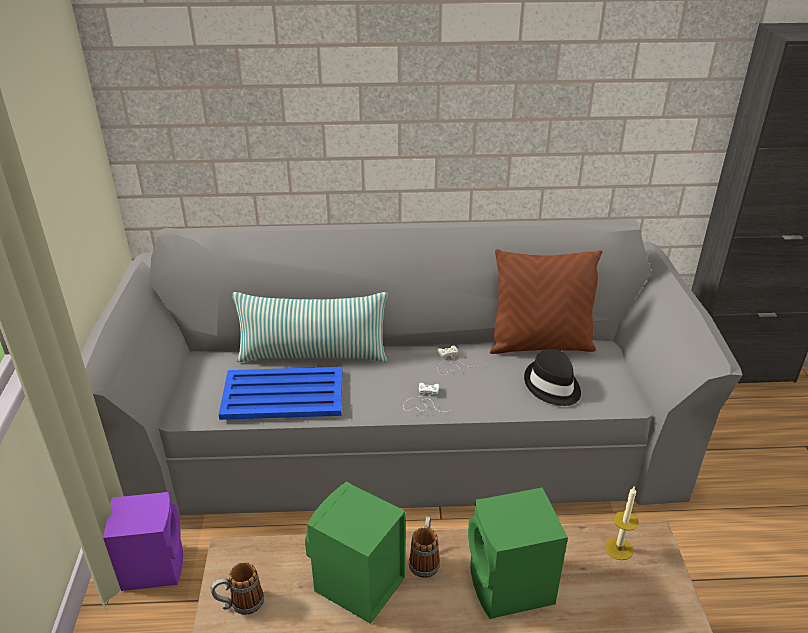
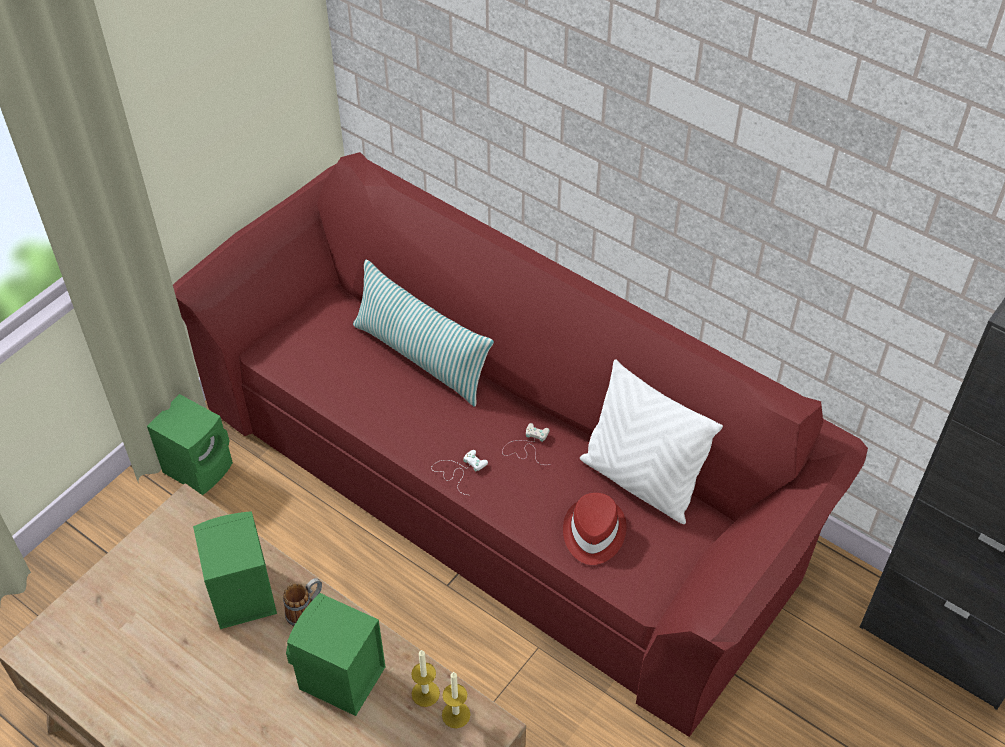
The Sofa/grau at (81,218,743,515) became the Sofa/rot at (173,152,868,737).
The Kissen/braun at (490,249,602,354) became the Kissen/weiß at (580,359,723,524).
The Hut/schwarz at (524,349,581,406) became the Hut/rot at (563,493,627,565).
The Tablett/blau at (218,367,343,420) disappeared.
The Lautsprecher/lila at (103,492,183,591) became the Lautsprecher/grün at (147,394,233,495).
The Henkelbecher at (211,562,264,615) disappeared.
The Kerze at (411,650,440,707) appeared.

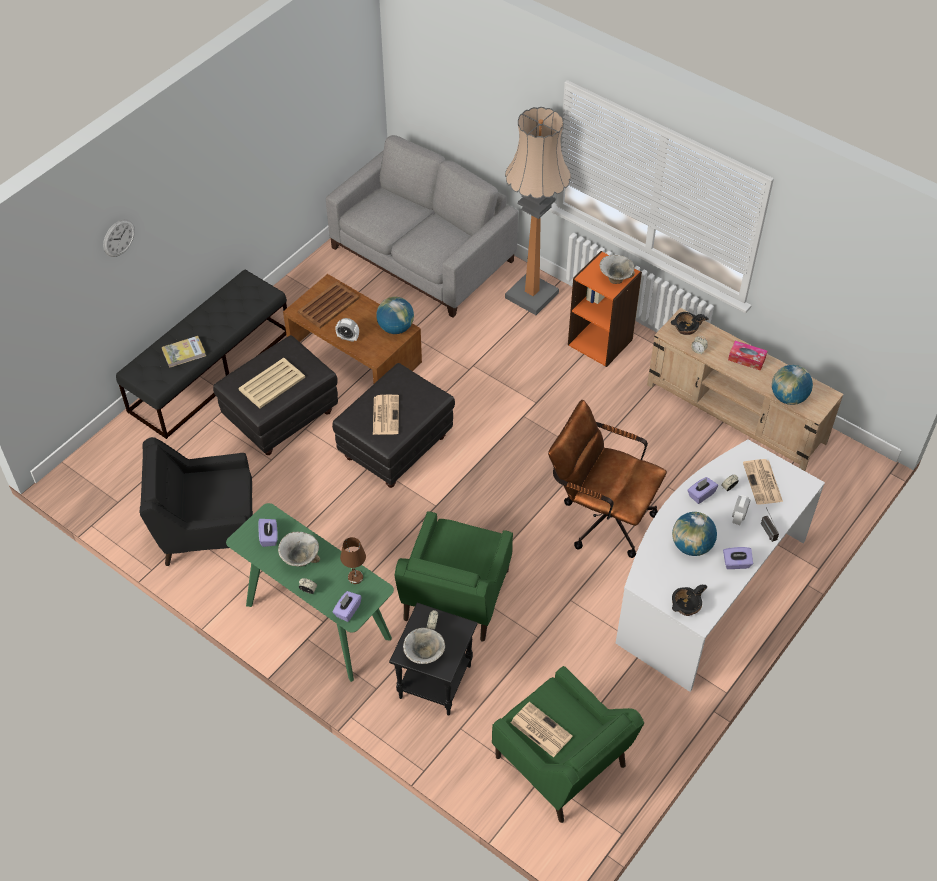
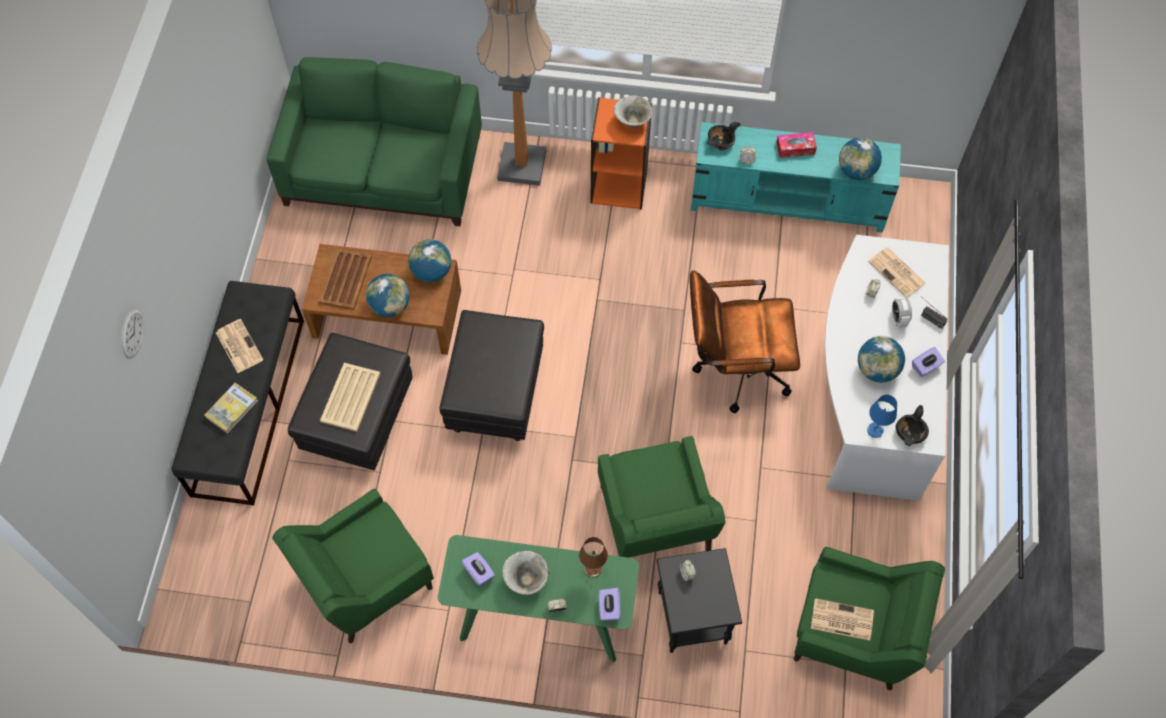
The Sofa/grau at (326,135,518,318) became the Sofa/grün at (267,57,482,226).
The Fernsehschrank/beige at (647,308,843,471) became the Fernsehschrank/türkis at (691,122,901,233).
The Wecker at (335,318,359,342) was replaced by the Globus at (366,274,410,317).
The Zeitung moved from (373,395,399,435) to (216,319,263,373).
The Sessel/schwarz at (140,437,253,566) became the Sessel/grün at (272,489,434,643).
The Taschentuchbox/lila at (687,477,718,504) disappeared.
The Schüssel at (403,628,445,664) disappeared.
The Tischlampe/blau at (867,395,897,438) appeared.

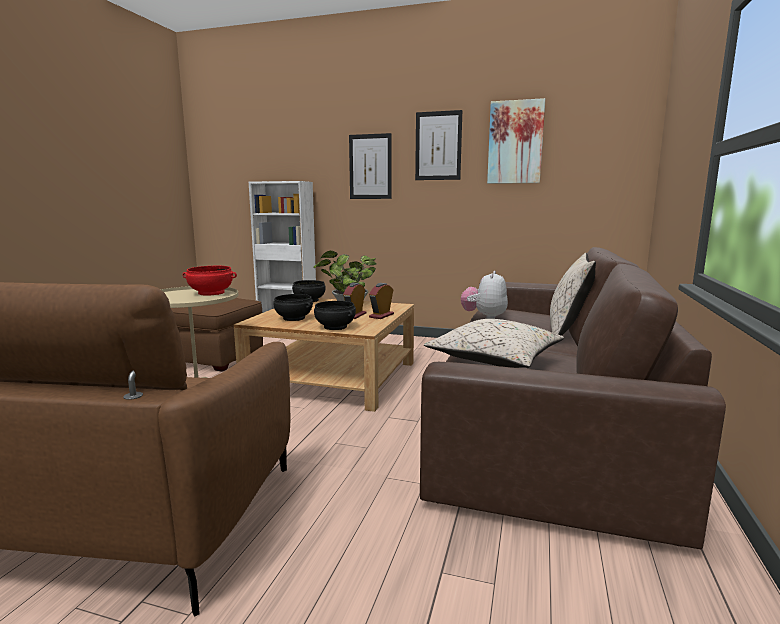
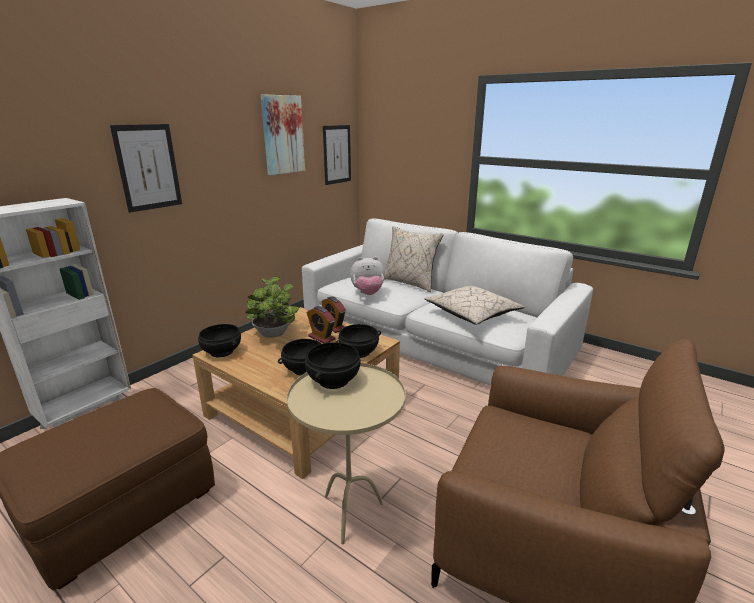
The Bild moved from (415,110,462,180) to (323,125,351,185).
The Sofa/braun at (420,247,726,549) became the Sofa/weiß at (302,219,593,386).
The Schüssel/rot at (182,266,237,295) became the Schüssel/schwarz at (305,342,360,389).
The Plüschtier at (461,271,508,319) turned 45 degrees counterclockwise.

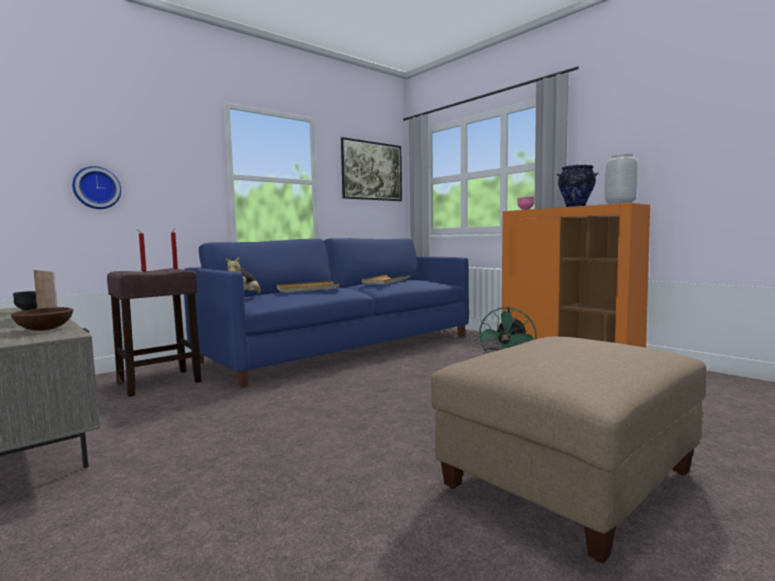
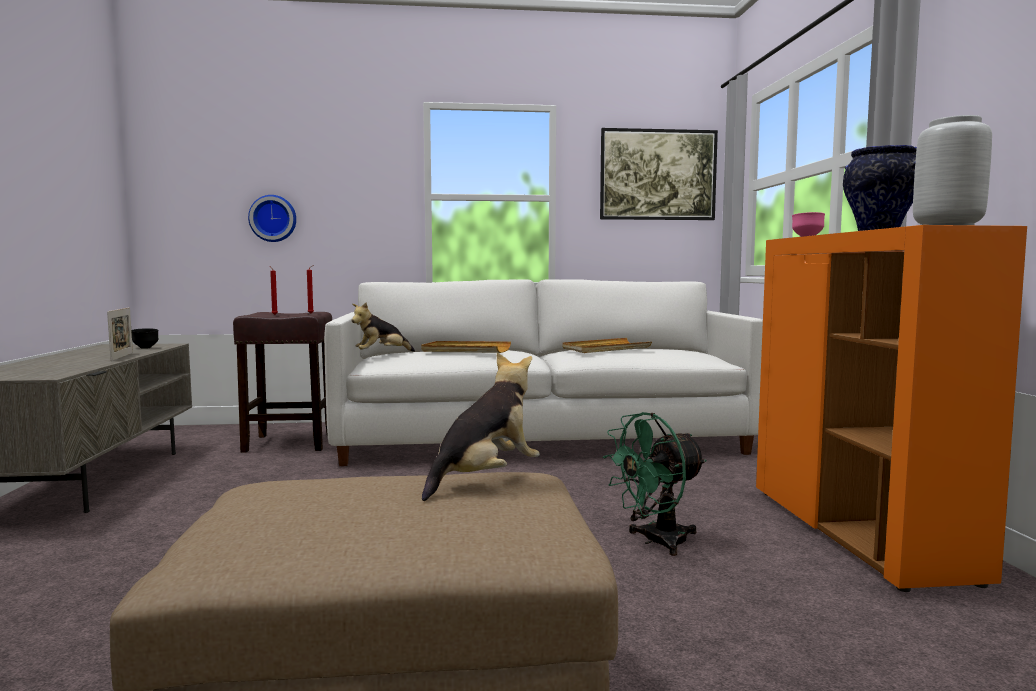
The Sofa/blau at (184,238,469,387) became the Sofa/weiß at (324,279,763,466).
The Schüssel/braun at (11,307,73,331) disappeared.
The Plüschtier at (422,352,540,501) appeared.

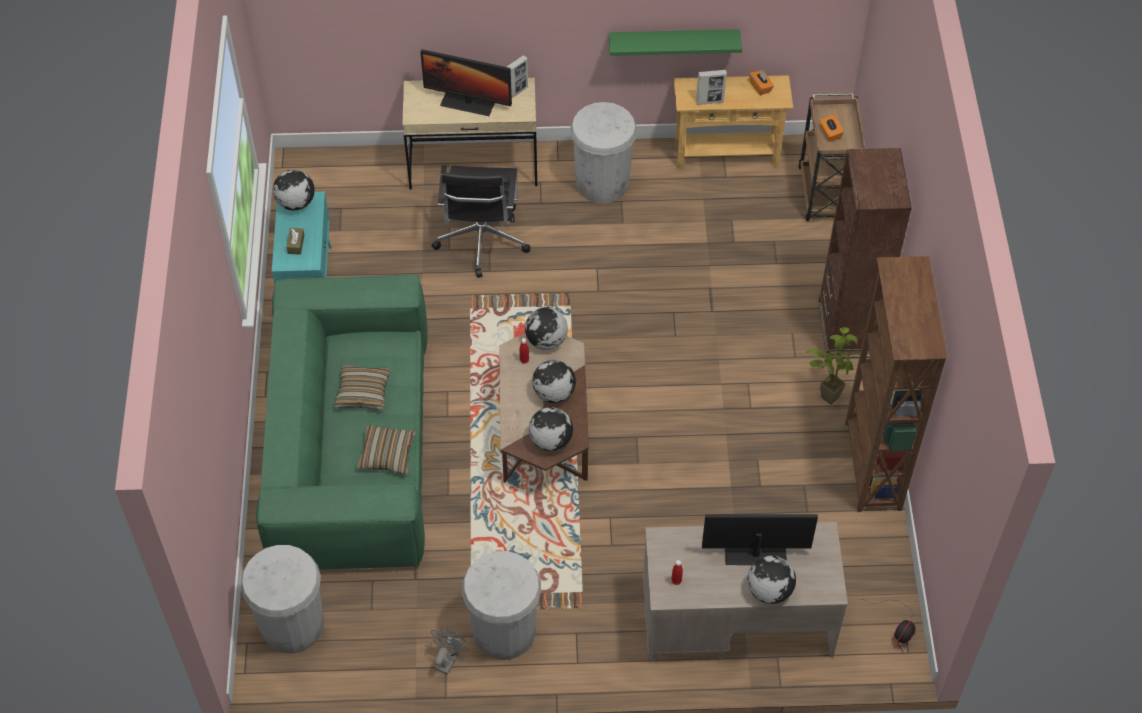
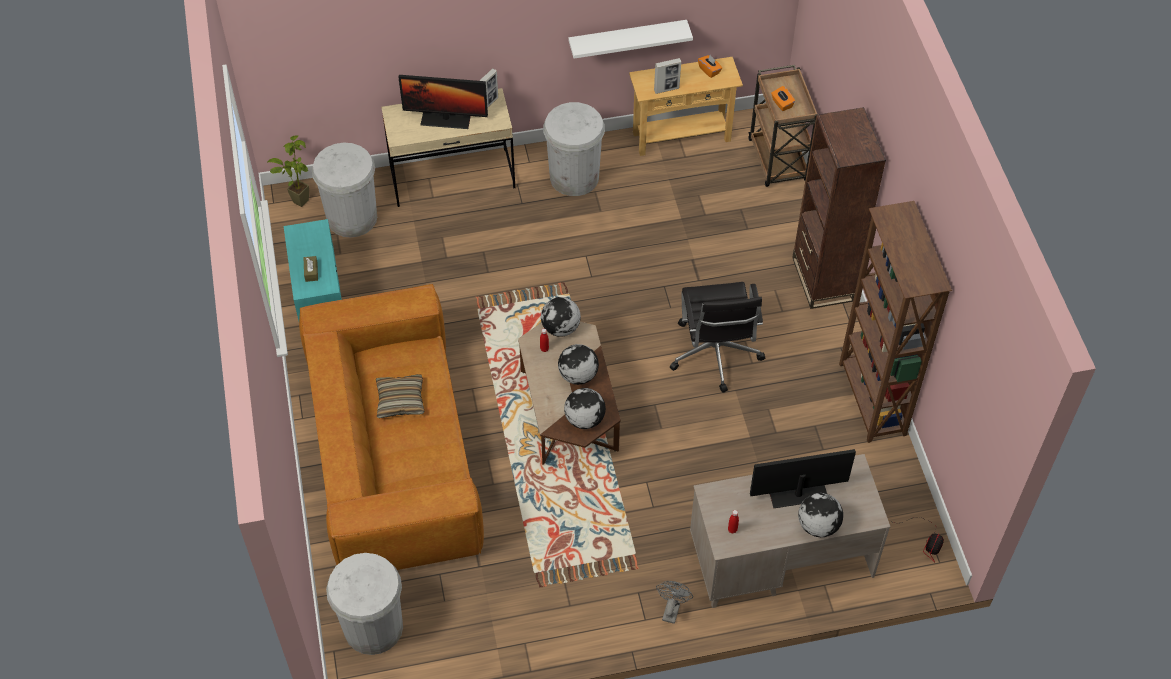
The Wandregal/grün at (609,29,742,56) became the Wandregal/weiß at (568,20,693,59).
The Bürostuhl/schwarz moved from (432,165,530,278) to (670,282,765,392).
The Globus at (273,169,315,210) disappeared.
The Sofa/grün at (256,275,428,570) became the Sofa/braun at (299,284,484,570).
The Topfpflanze moved from (806,327,858,405) to (267,135,309,207).
The Kissen at (356,425,416,474) disappeared.
The Mülleimer/weiß moved from (462,551,541,660) to (312,142,377,238).
The Ventilator/grau moved from (431,628,468,674) to (656,581,693,624).

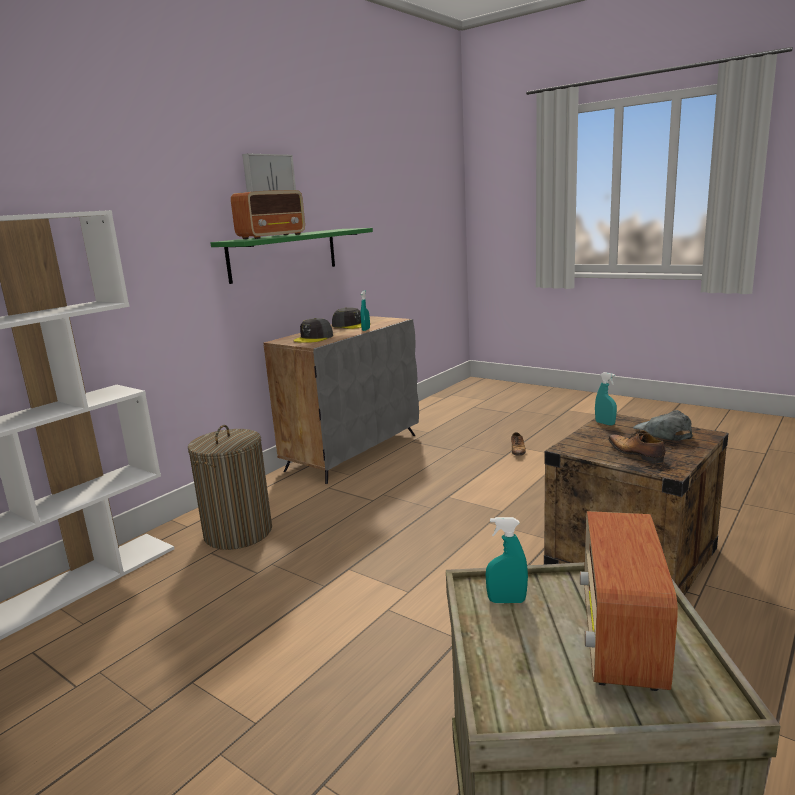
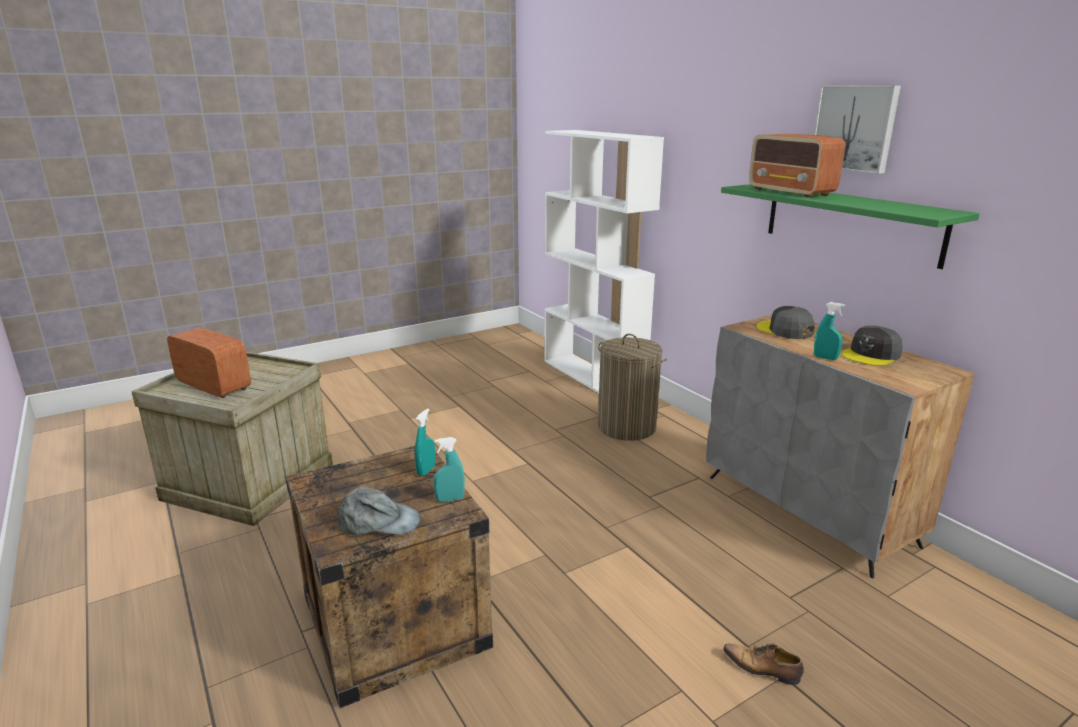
The Schuh at (608,430,665,463) disappeared.
The Sprühflasche/türkis moved from (485,517,528,603) to (415,409,436,476).

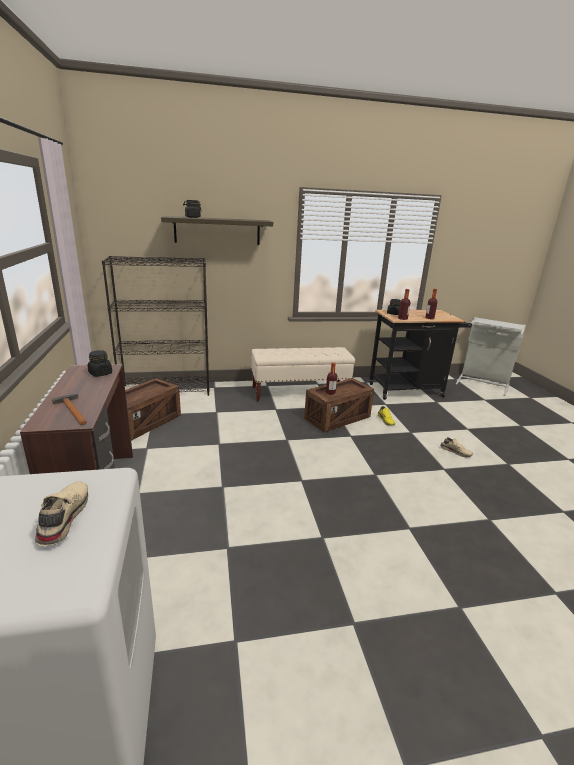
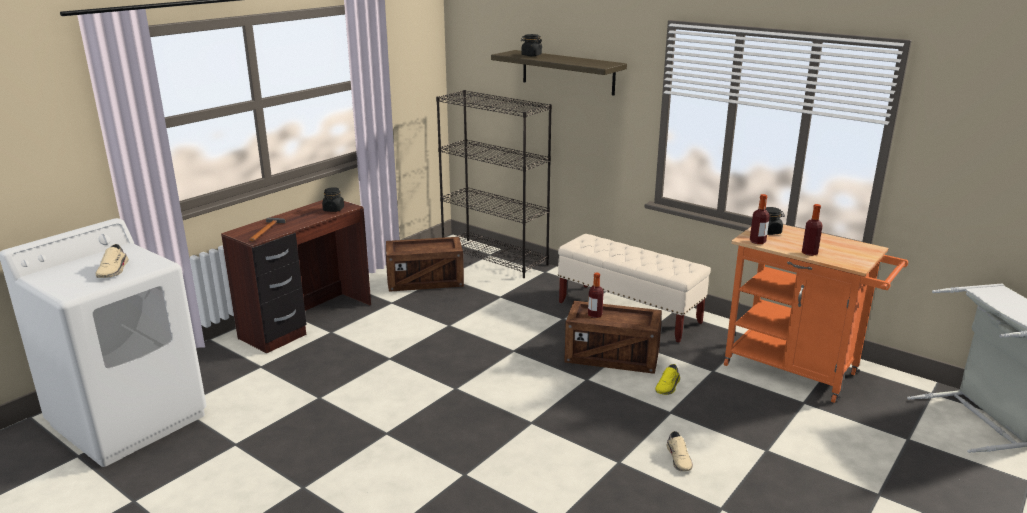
The Rollwagen/schwarz at (369,310,472,400) became the Rollwagen/orange at (724,224,908,403).
The Schuh/beige at (35,482,88,546) turned 135 degrees clockwise.

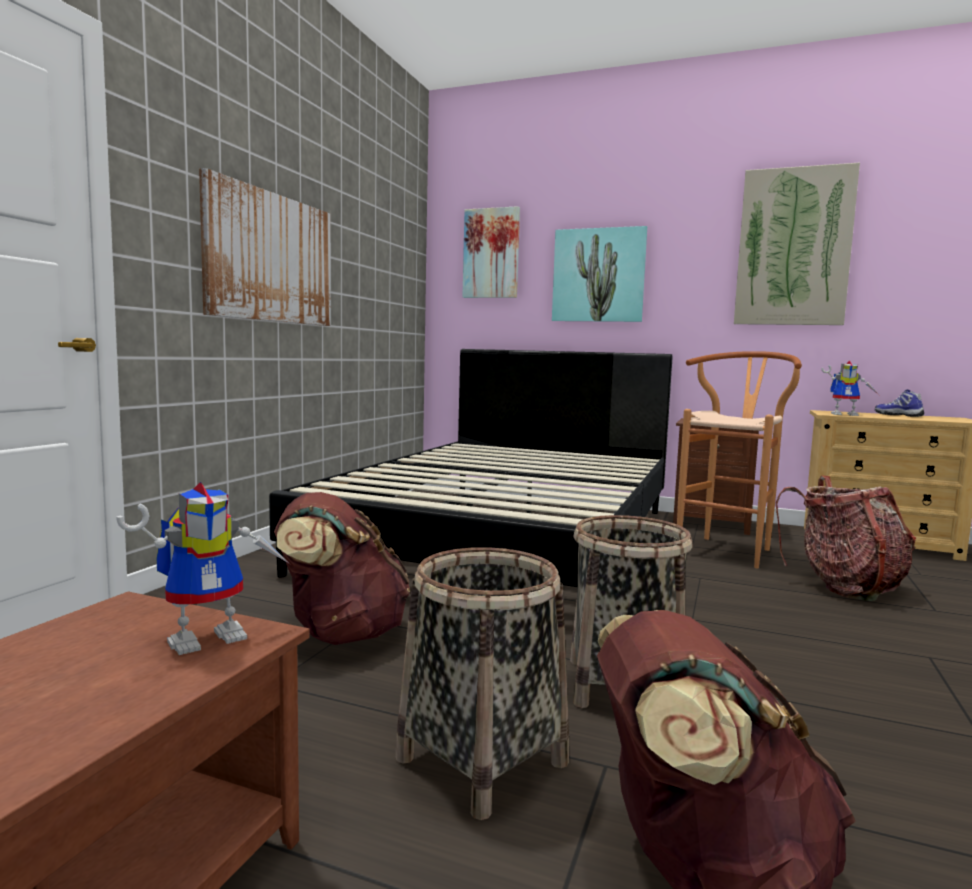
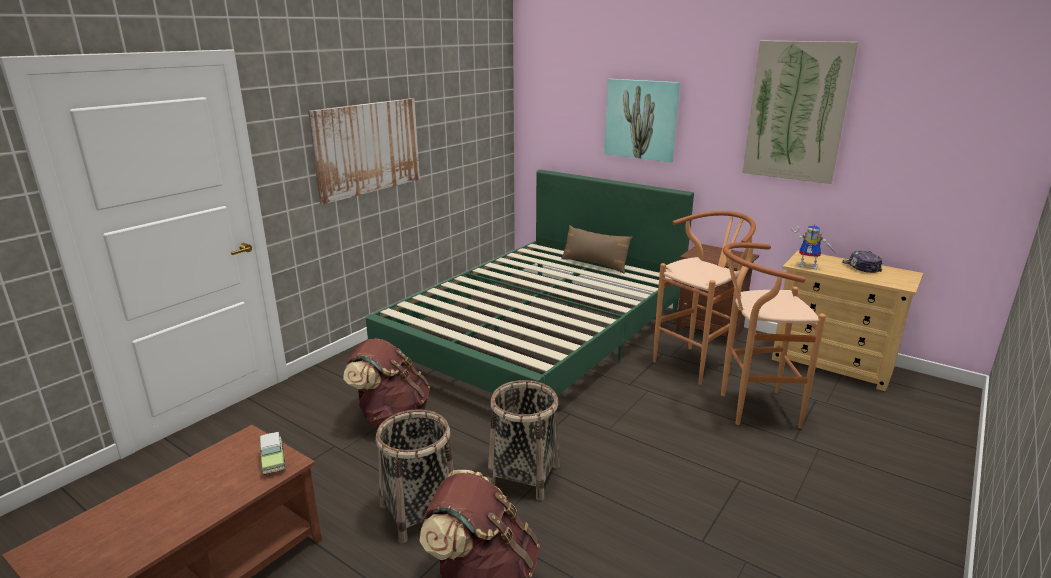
The Bild at (462,206,520,298) disappeared.
The Bett/schwarz at (269,349,673,587) became the Bett/grün at (366,169,694,396).
The Schuh at (875,389,924,417) was replaced by the Kappe at (842,251,883,273).
The Rucksack at (776,475,916,601) was replaced by the Hocker/braun at (721,242,826,429).
The Spielzeugroboter at (116,482,290,655) was replaced by the Spielzeugauto at (258,432,286,475).
The Kissen/braun at (561,225,632,274) appeared.

